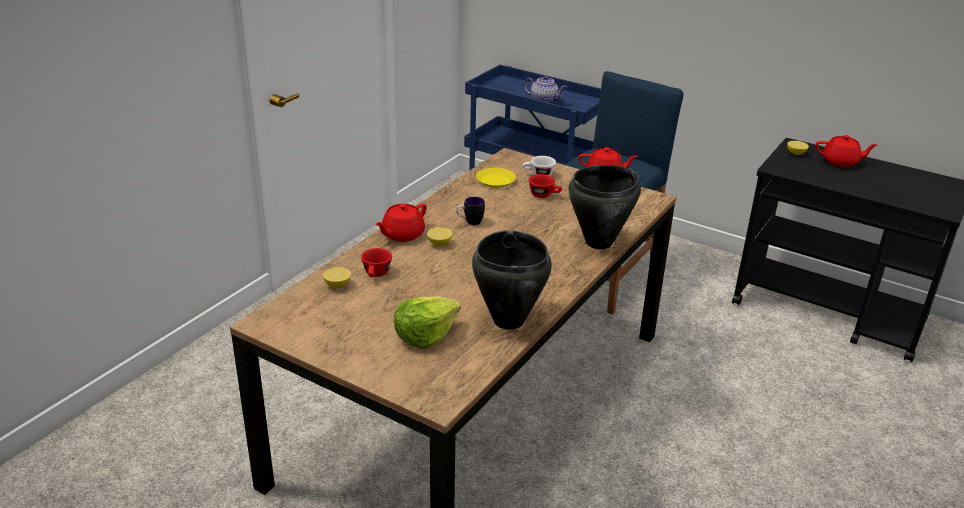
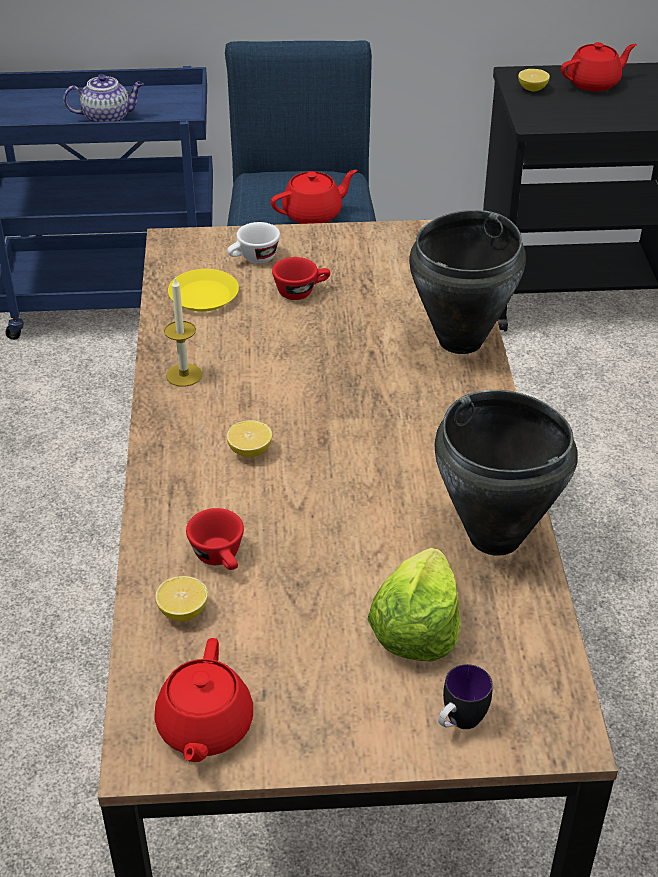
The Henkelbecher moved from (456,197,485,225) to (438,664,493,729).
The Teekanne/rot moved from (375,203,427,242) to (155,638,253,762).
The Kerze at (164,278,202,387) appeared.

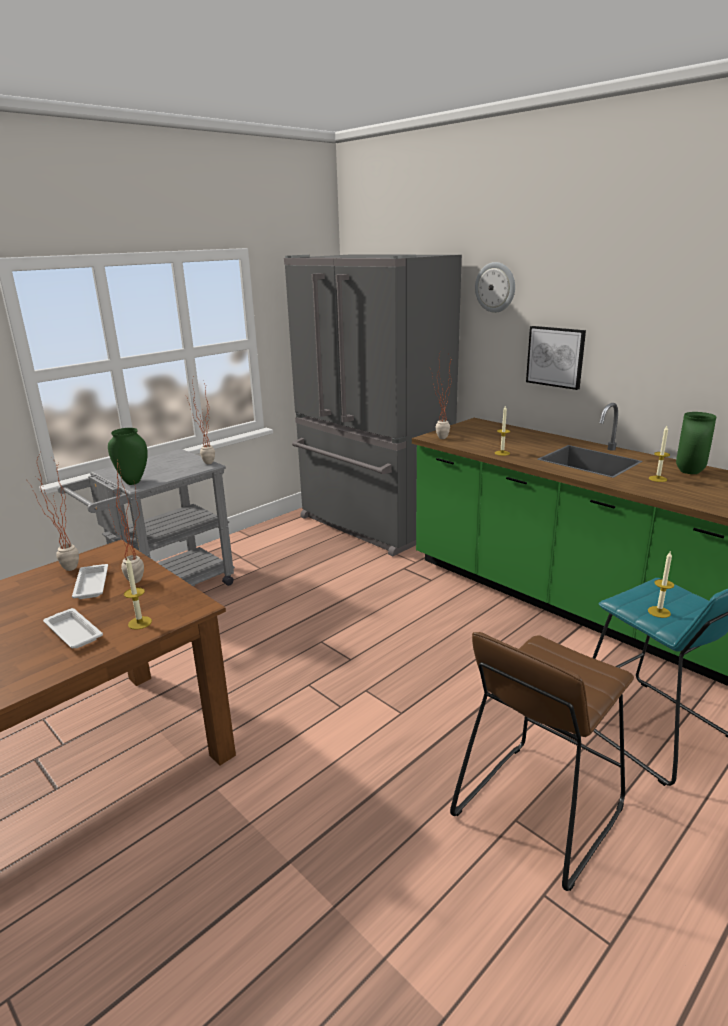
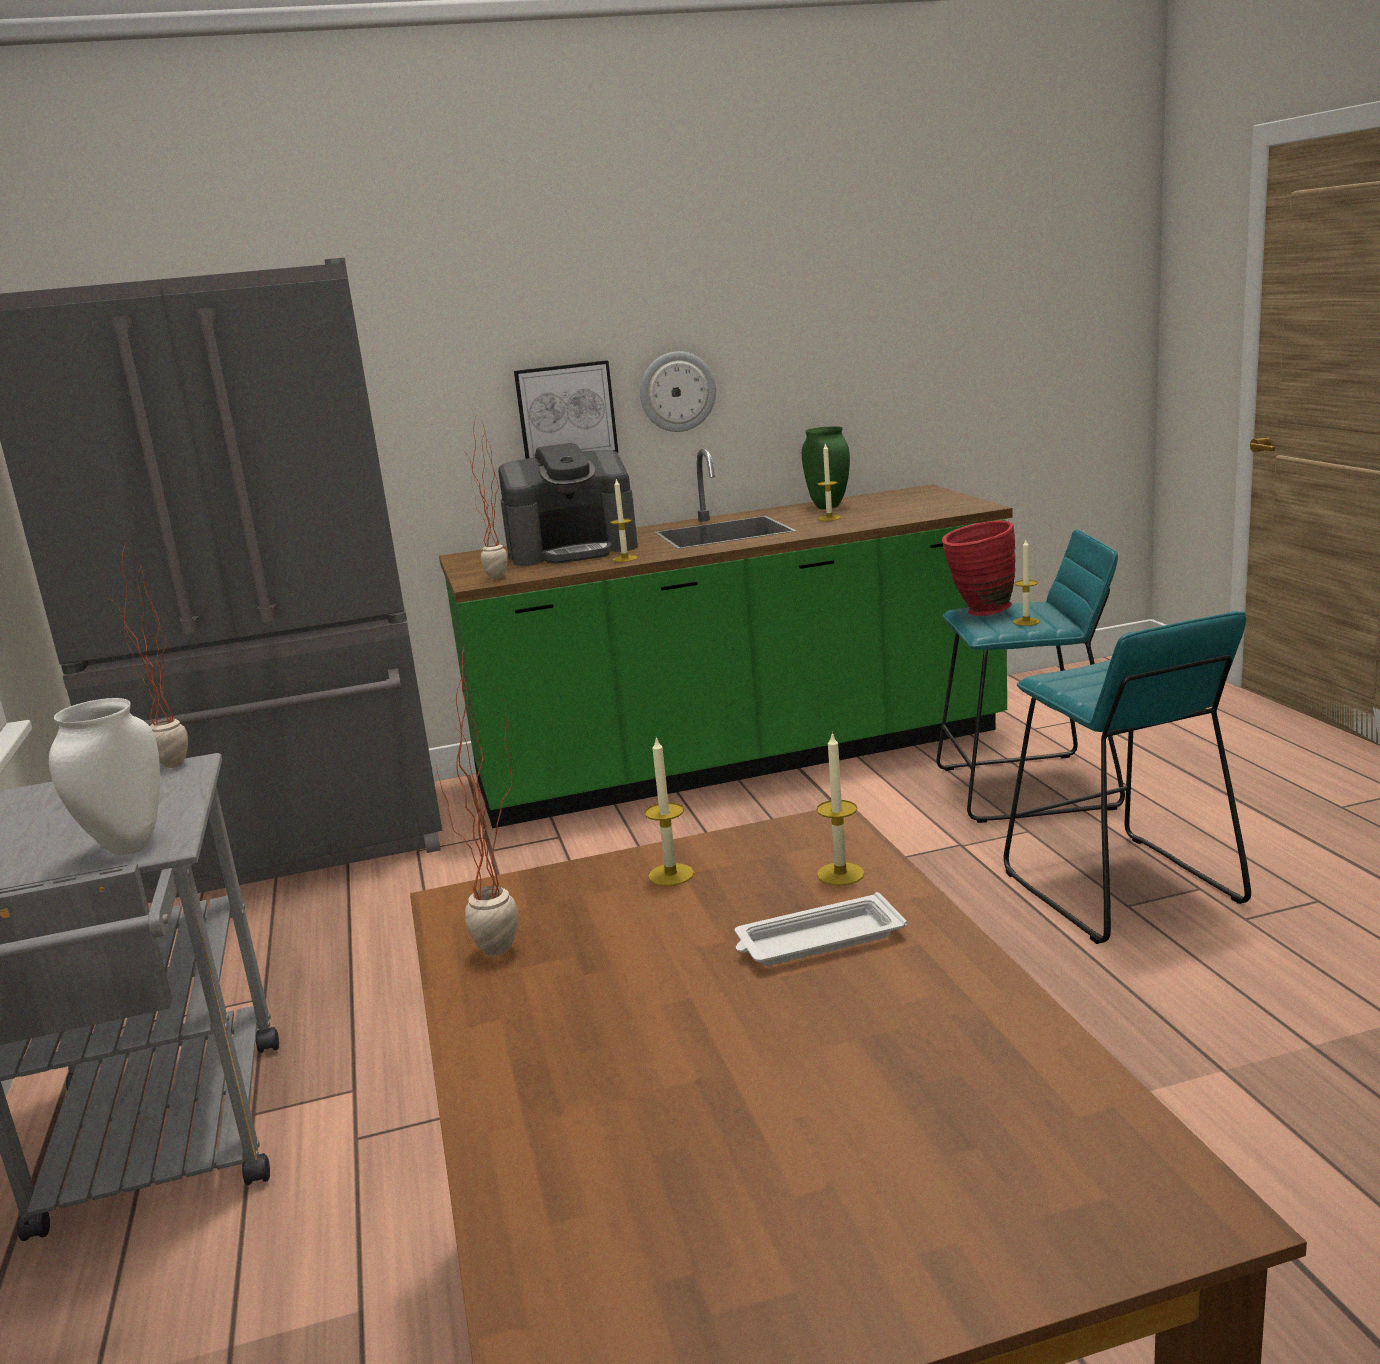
The Wanduhr moved from (475,262,515,313) to (640,351,716,432).
The Vase/grün at (108,428,148,485) became the Vase/weiß at (49,698,160,855).
The Topfpflanze at (109,461,144,583) was replaced by the Kerze at (644,737,694,886).
The Tablett/weiß at (72,564,108,599) disappeared.
The Hocker/braun at (450,632,634,891) became the Hocker/türkis at (1004,611,1251,944).
The Kaffeemaschine at (498,443,638,566) appeared.
The Vase/rot at (942,520,1016,616) appeared.

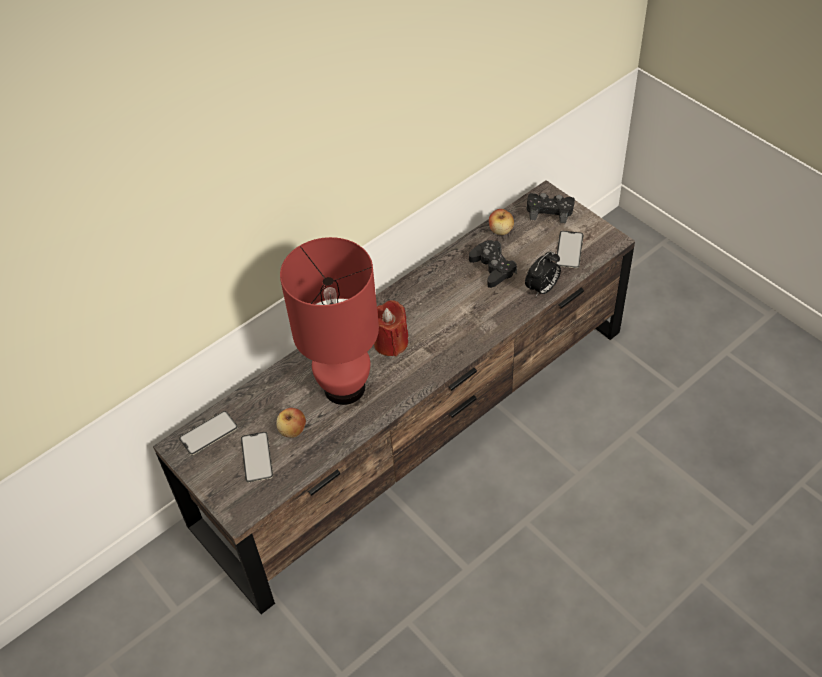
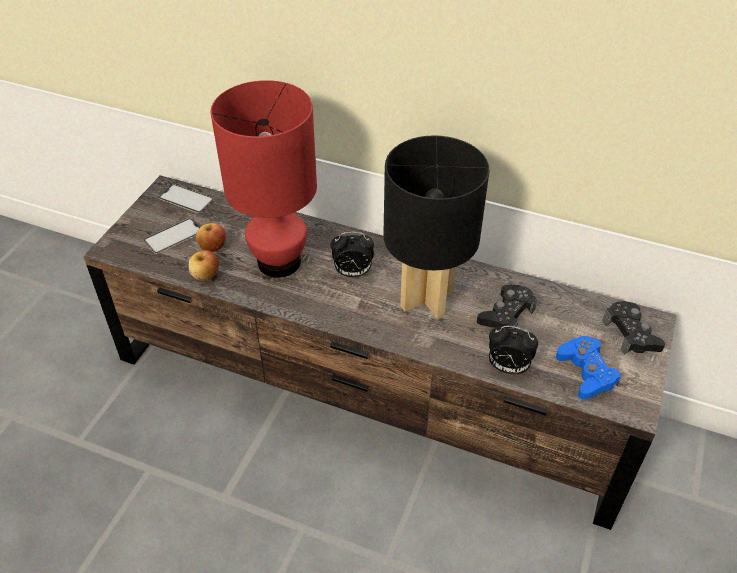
The Apfel moved from (489,209,514,235) to (188,250,219,281).
The Handy at (555,231,584,268) was replaced by the Gamepad/blau at (556,336,621,399).
The Kerze/rot at (374,300,408,357) was replaced by the Wecker at (330,232,374,277).
The Tischlampe/schwarz at (383,135,489,319) appeared.

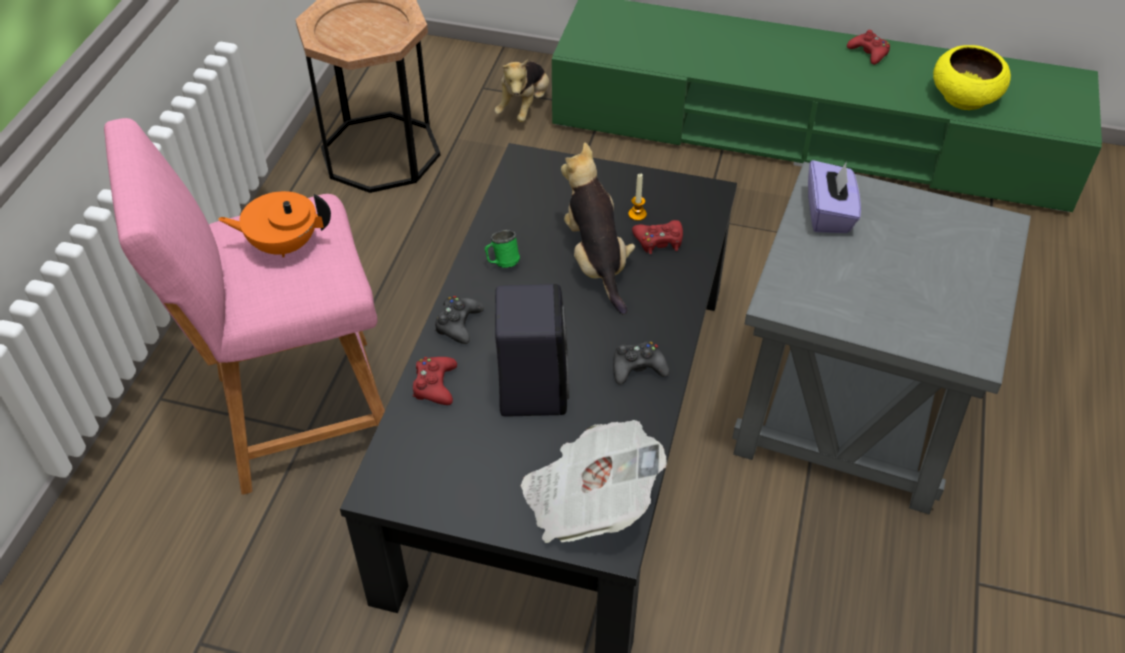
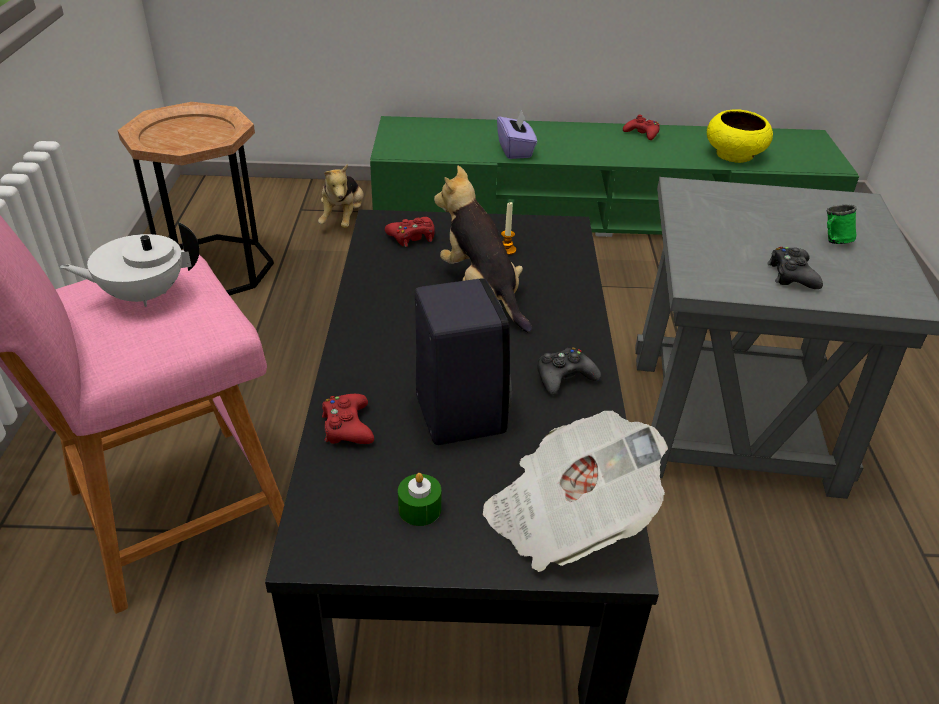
The Taschentuchbox/lila moved from (808,160,861,233) to (497,109,537,159).
The Teekanne/orange at (218,191,331,257) became the Teekanne/weiß at (60,222,199,307).
The Gamepad/rot moved from (632,220,683,254) to (385,217,435,247).
The Henkelbecher/grün moved from (485,230,520,268) to (827,205,856,244).
The Gamepad/schwarz moved from (435,296,484,344) to (767,247,823,289).
The Kerze/grün at (398,473,441,526) appeared.

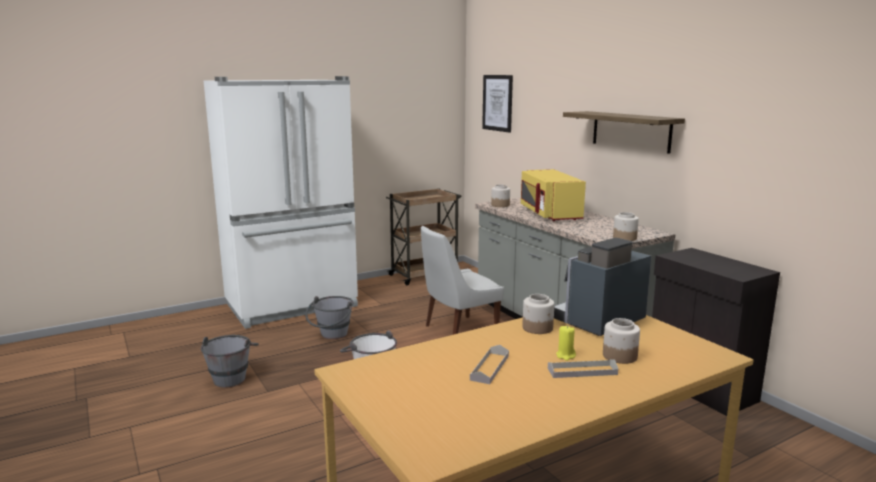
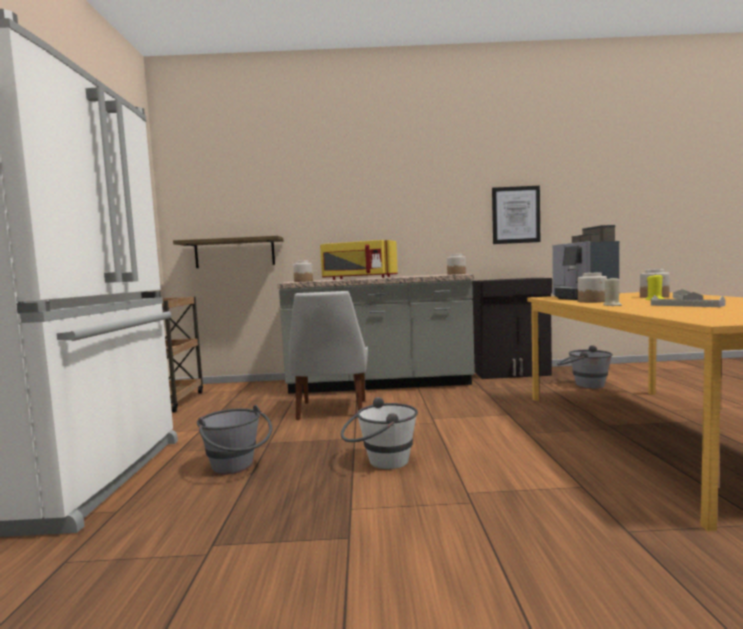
The Bild moved from (482,75,513,133) to (492,186,540,244).
The Wandregal moved from (563,111,685,154) to (173,236,283,268).
The Eimer/grau moved from (201,335,259,388) to (557,345,613,389).
The Kerze/beige at (603,277,622,306) appeared.

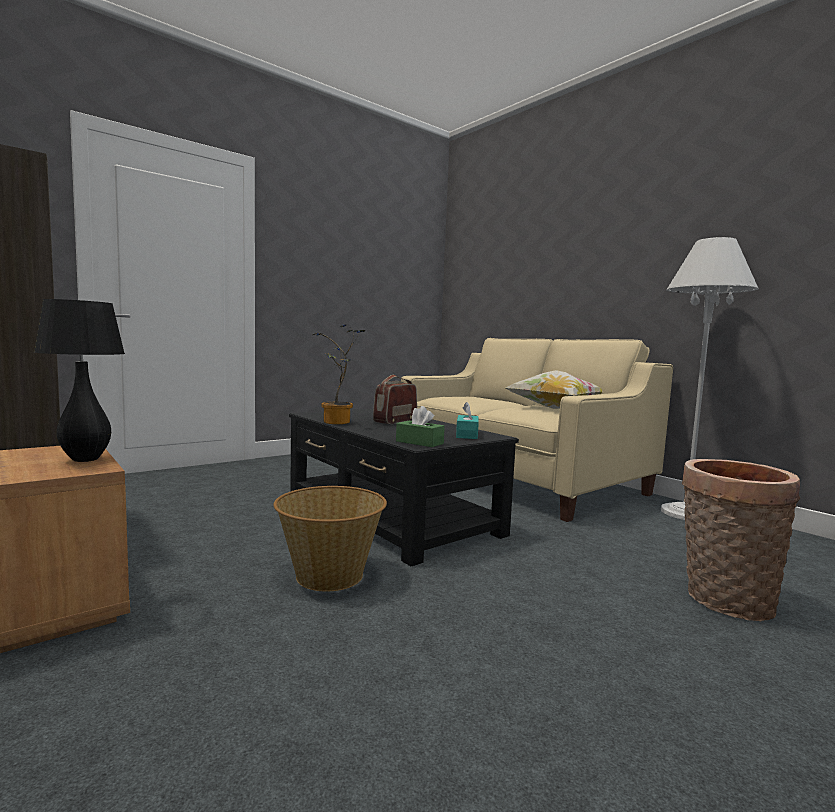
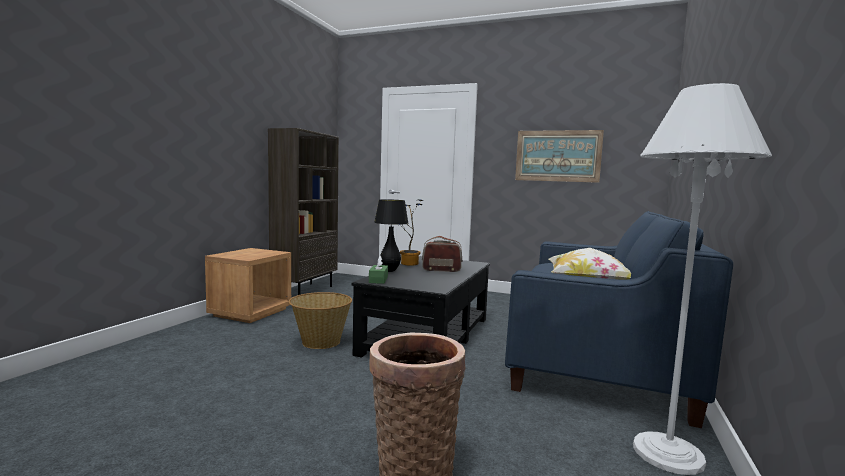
The Tischlampe/schwarz moved from (34,299,125,462) to (374,199,408,272).
The Sofa/beige at (401,338,673,522) became the Sofa/blau at (505,211,733,428).
The Taschentuchbox/türkis at (456,402,479,439) disappeared.
The Bild at (515,130,604,183) appeared.

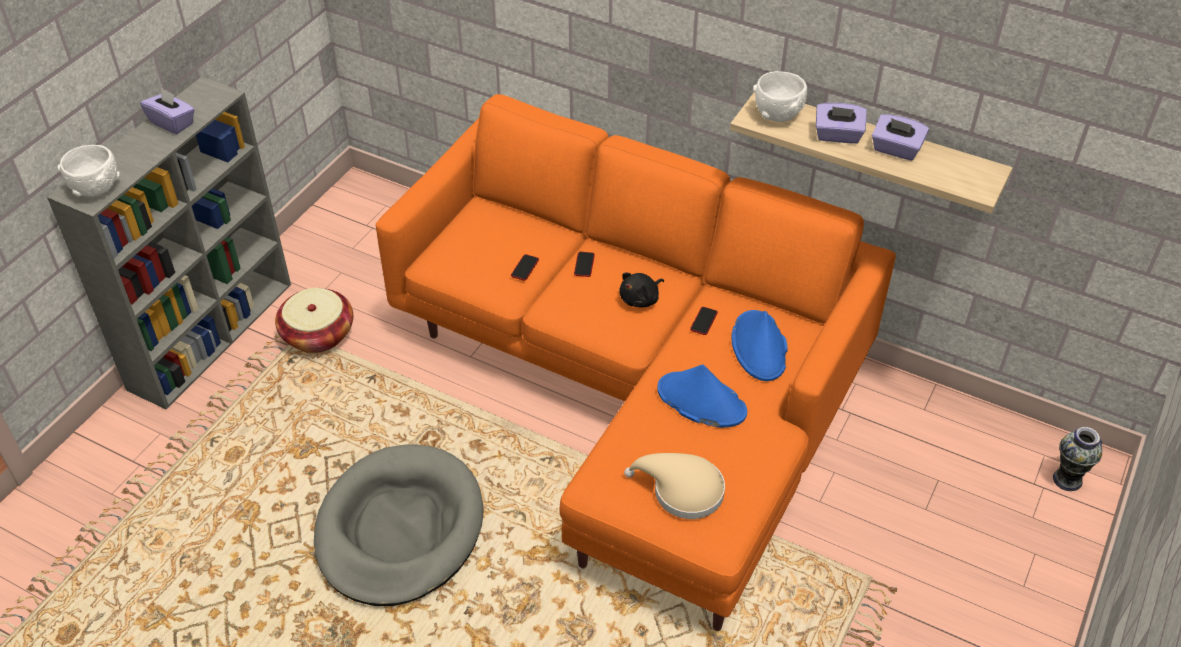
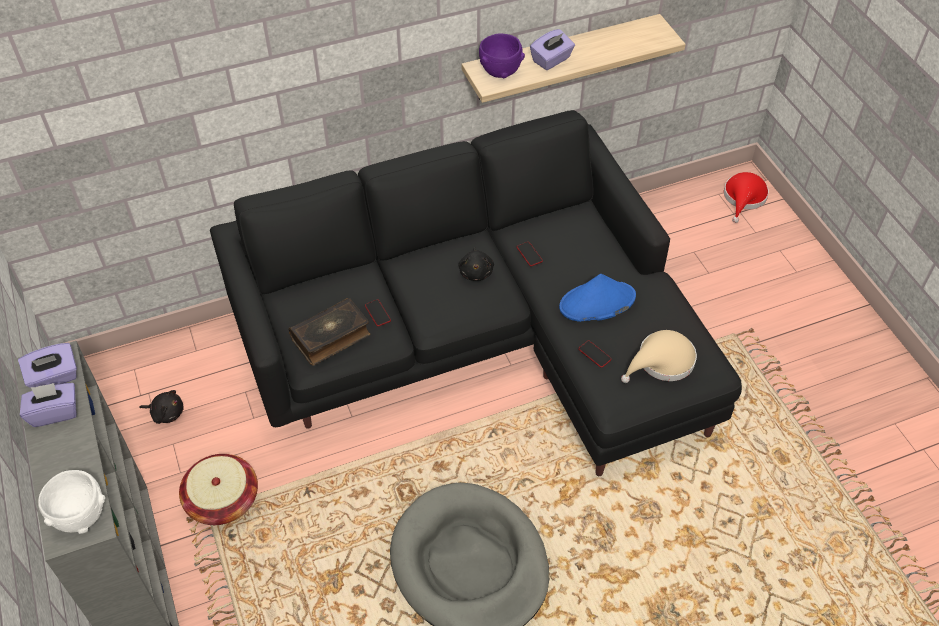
The Schüssel/weiß at (753,71,807,122) became the Schüssel/lila at (479,33,525,78).
The Sofa/orange at (376,94,896,631) became the Sofa/schwarz at (210,110,742,476).
The Taschentuchbox/lila moved from (872,114,929,161) to (18,343,77,388).
The Handy moved from (574,252,595,277) to (578,340,612,368).
The Hut/blau at (731,310,788,381) disappeared.
The Vase at (1053,427,1102,491) was replaced by the Hut/rot at (724,172,769,223).
The Buch at (289,298,370,366) appeared.
The Plüschtier/schwarz at (139,390,184,424) appeared.

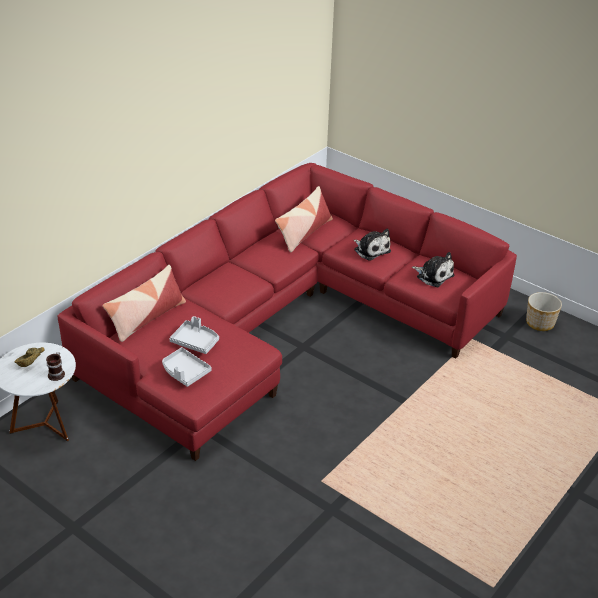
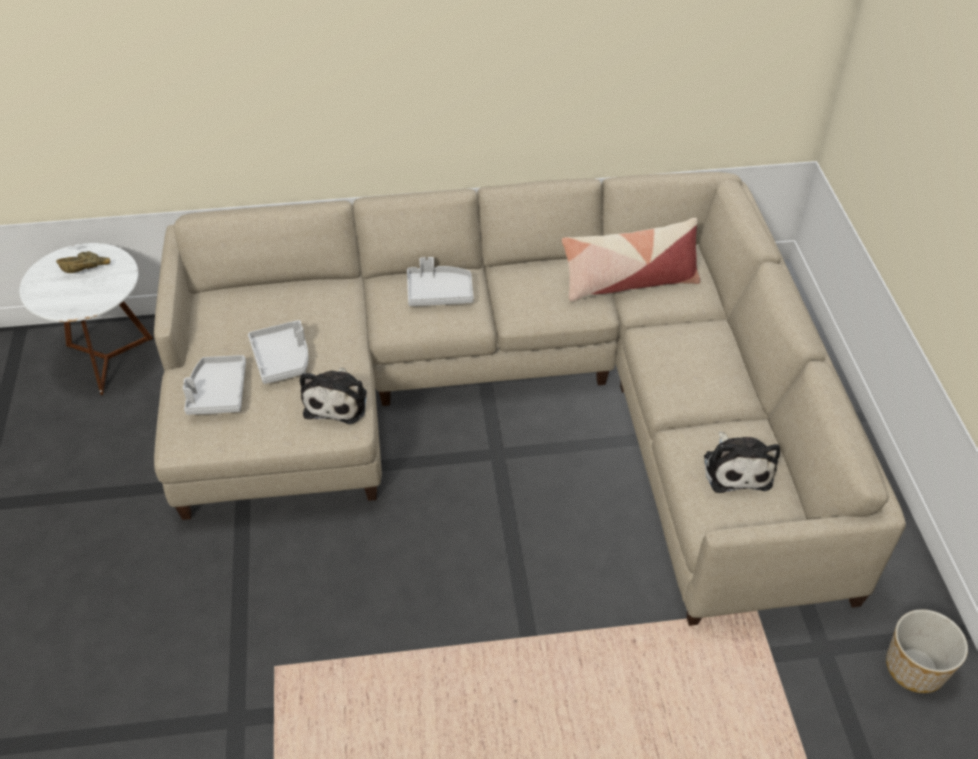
The Sofa/rot at (57,163,517,461) became the Sofa/beige at (154,172,906,626).
The Plüschtier moved from (354,229,391,261) to (300,367,367,424).
The Kissen at (102,265,186,342) disappeared.
The Henkelbecher at (46,352,65,381) disappeared.
The Tablett/grau at (407,257,474,306) appeared.

